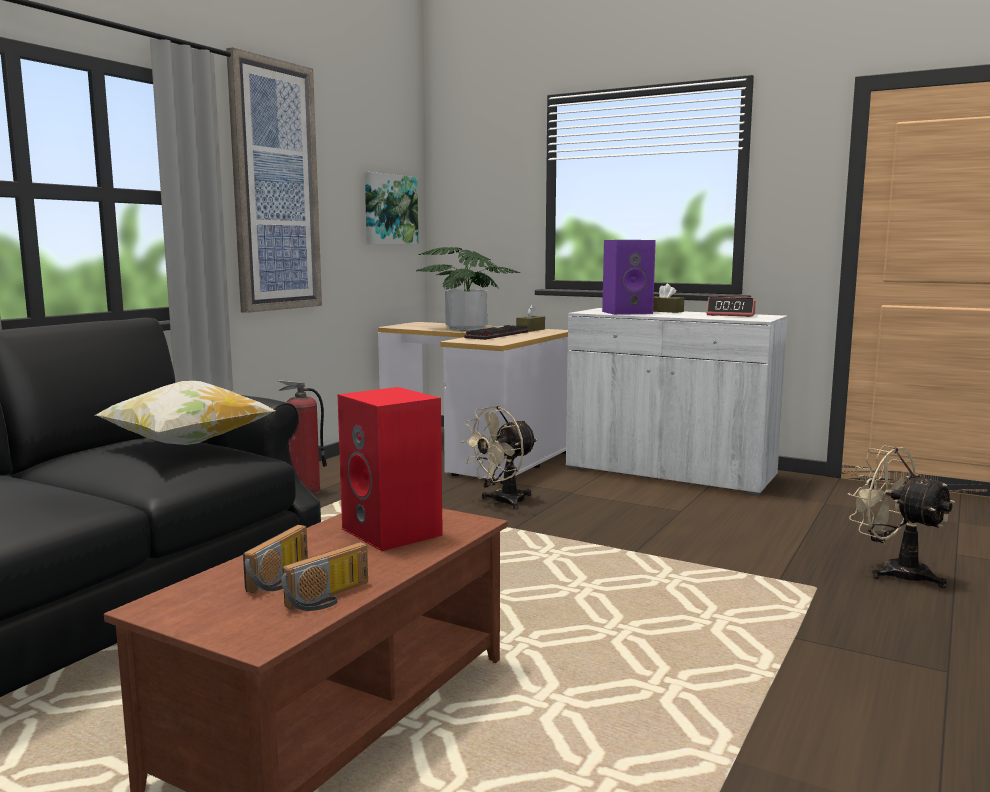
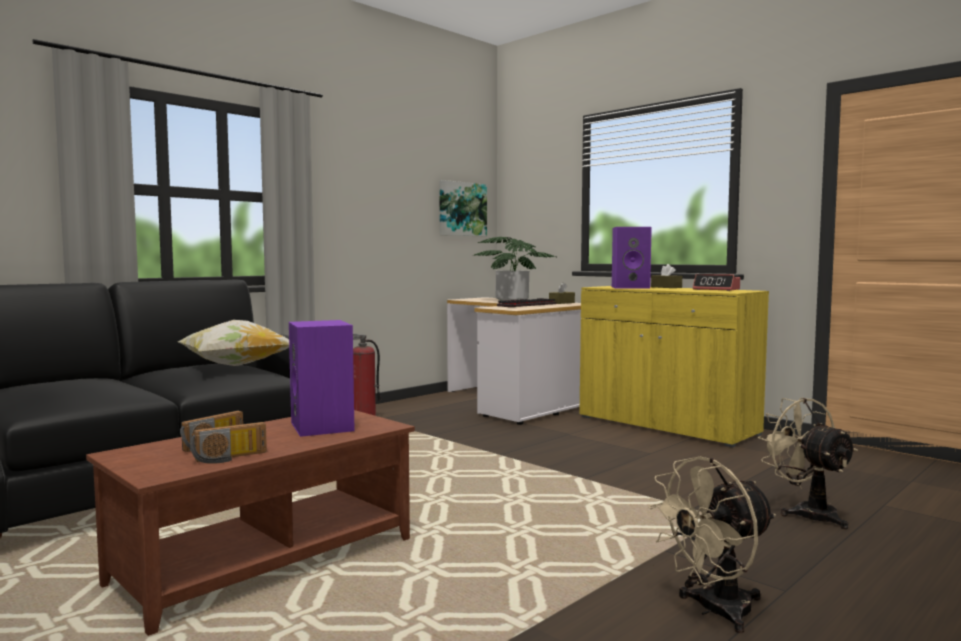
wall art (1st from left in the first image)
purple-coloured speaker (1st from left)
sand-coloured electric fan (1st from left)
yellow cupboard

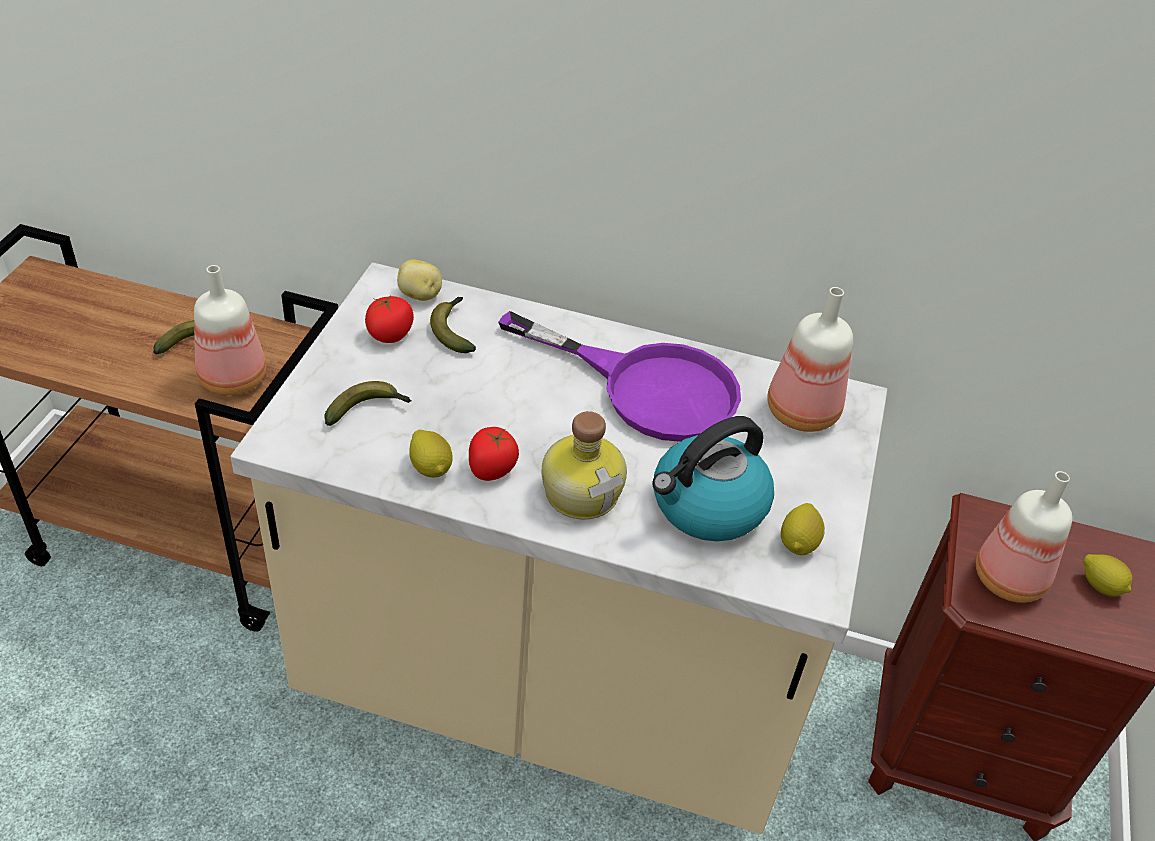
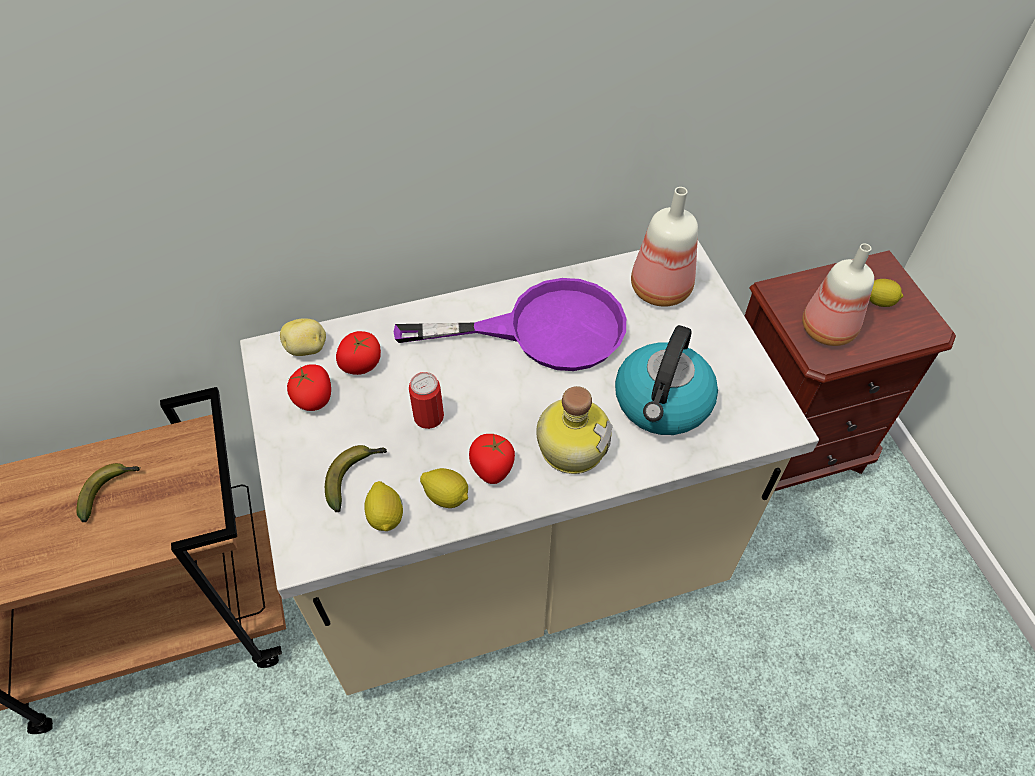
beverage bottle (1st from left in the first image)
fresh tomato (2nd from left)
citrus fruit (1st from left)
metal can

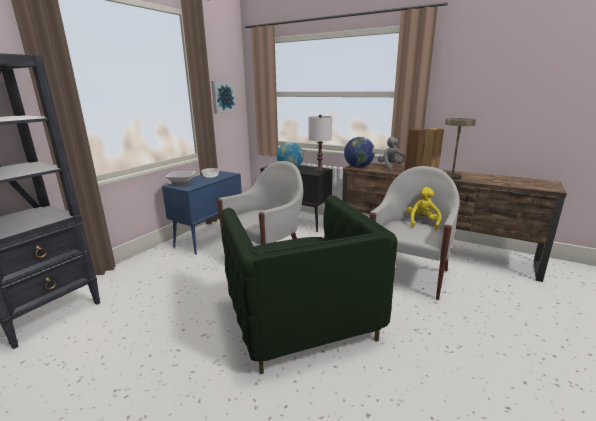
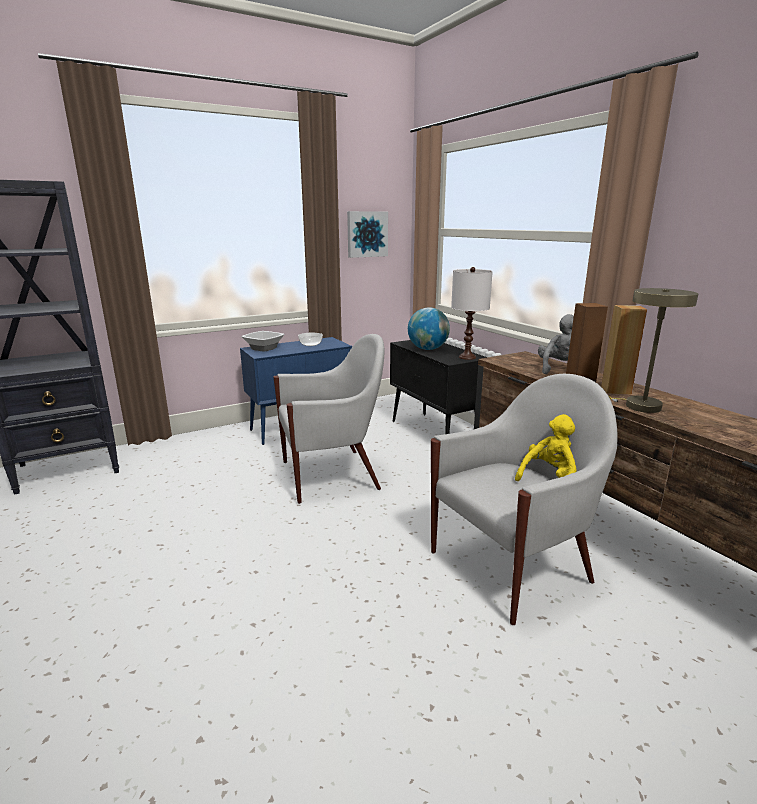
greenish armchair
desk globe (2nd from left in the first image)

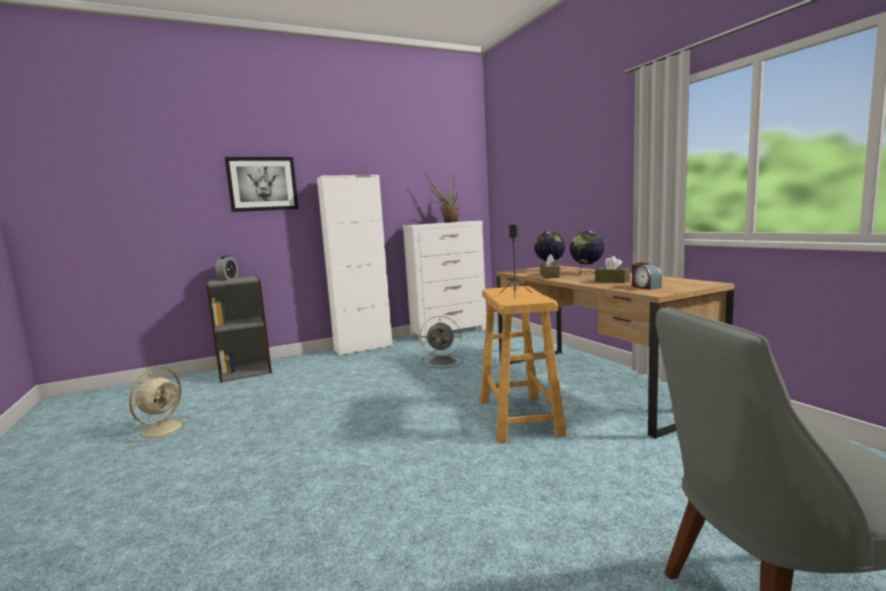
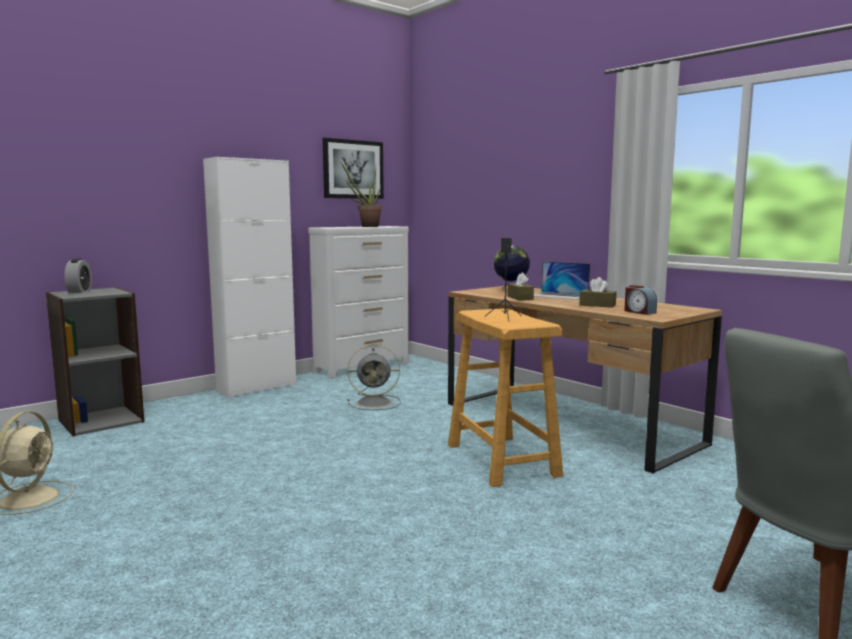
wall art
notebook computer

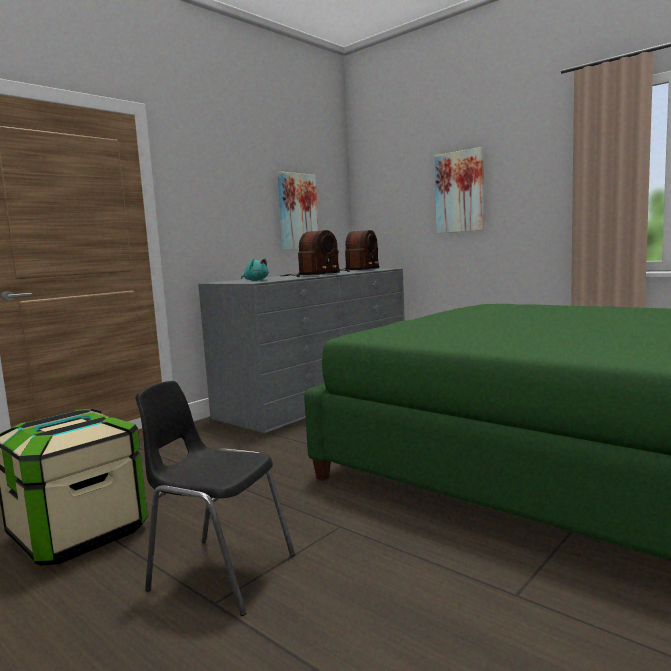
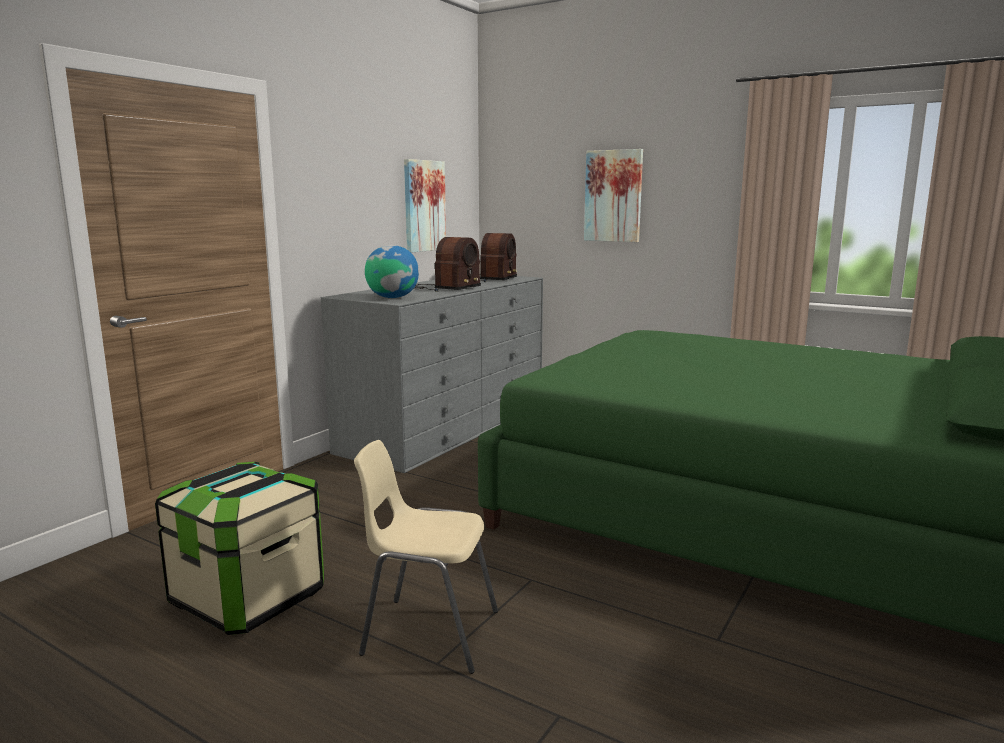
sand-coloured upright chair
desk globe

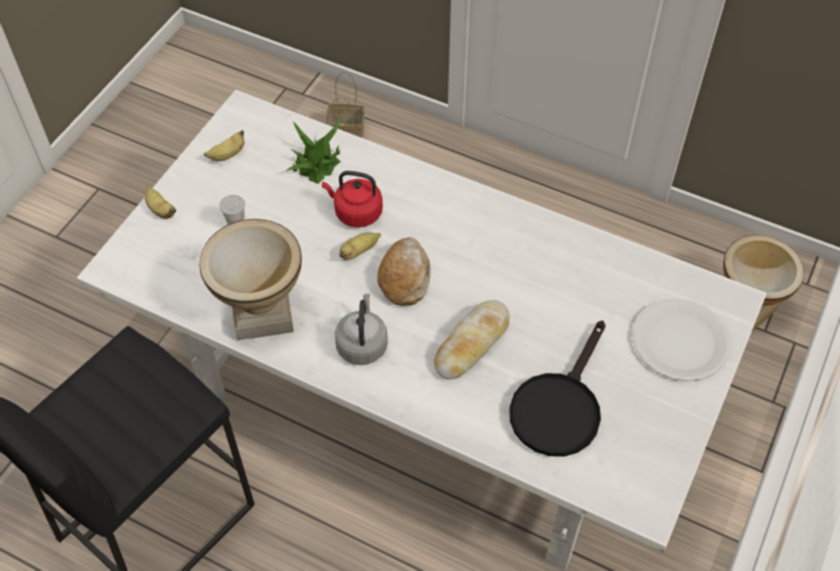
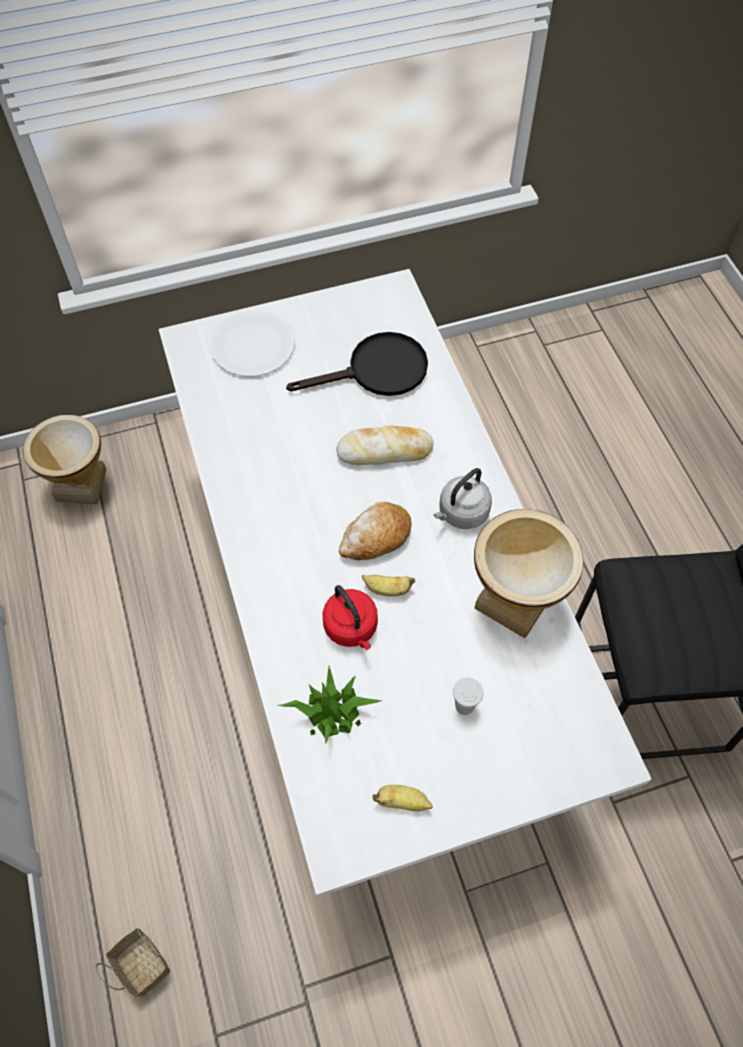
banana fruit (1st from left in the first image)

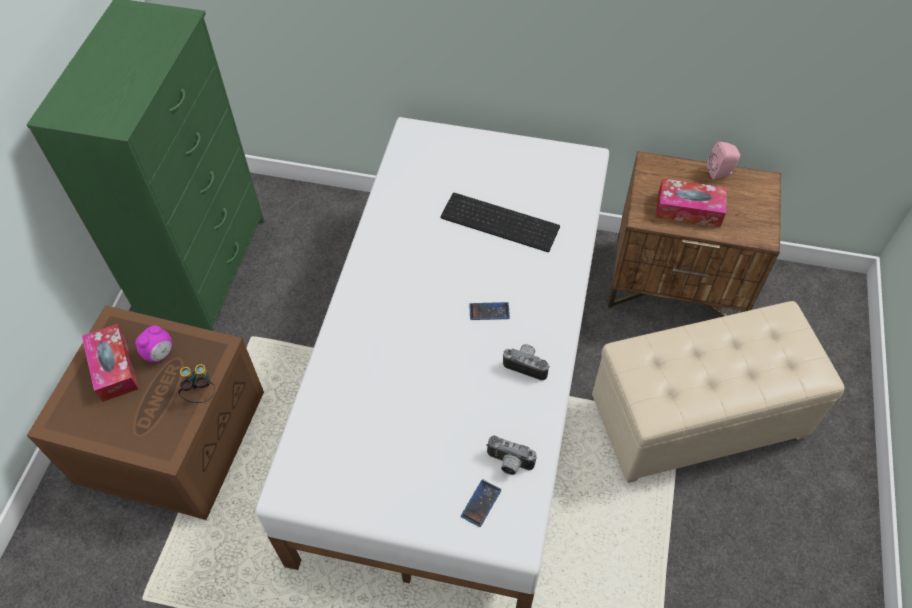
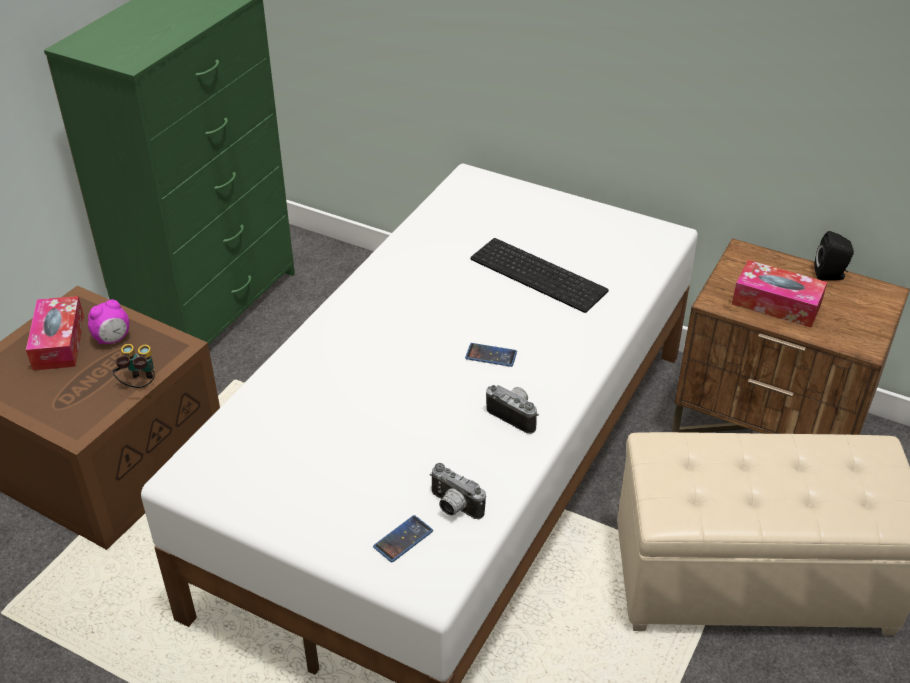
black-coloured speaker

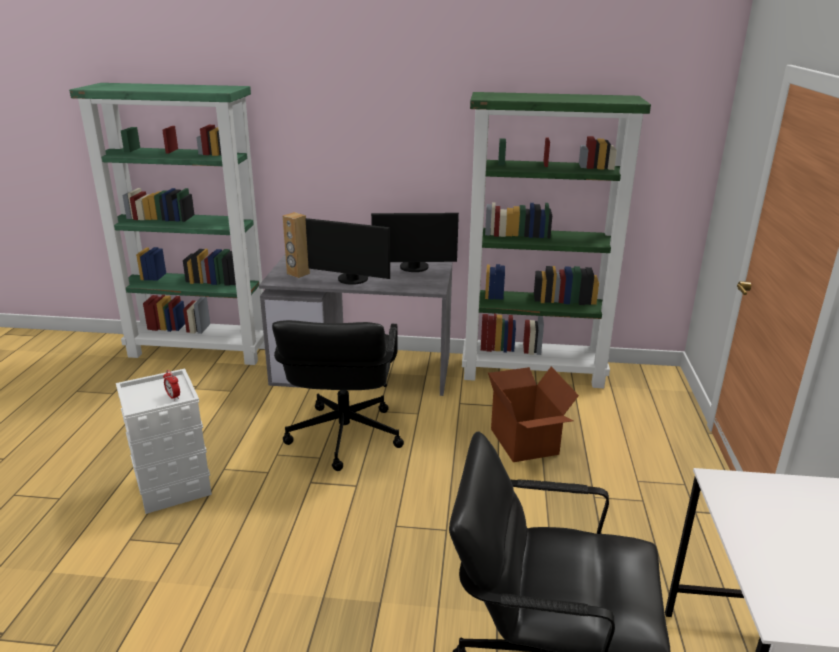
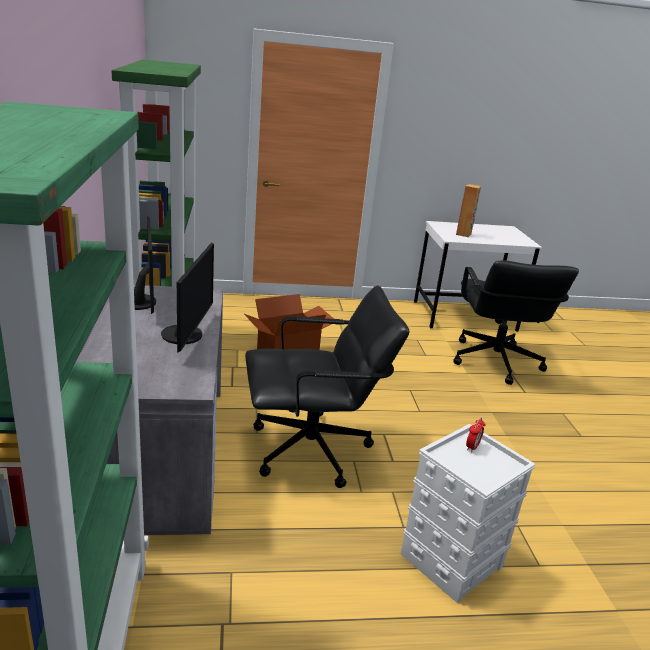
brown-coloured speaker

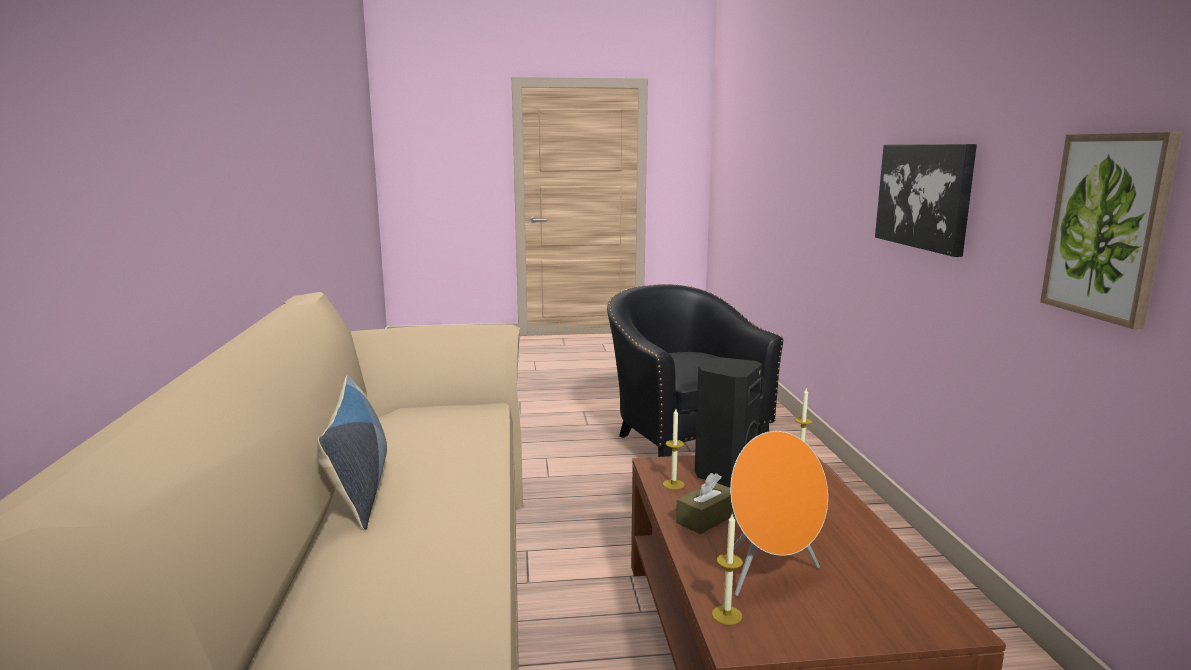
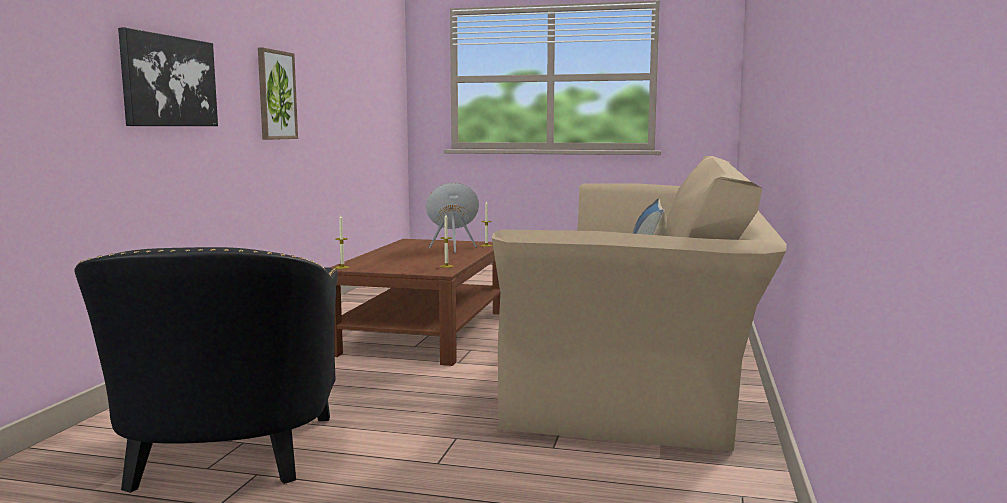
brown-coloured box of tissues
black-coloured speaker

